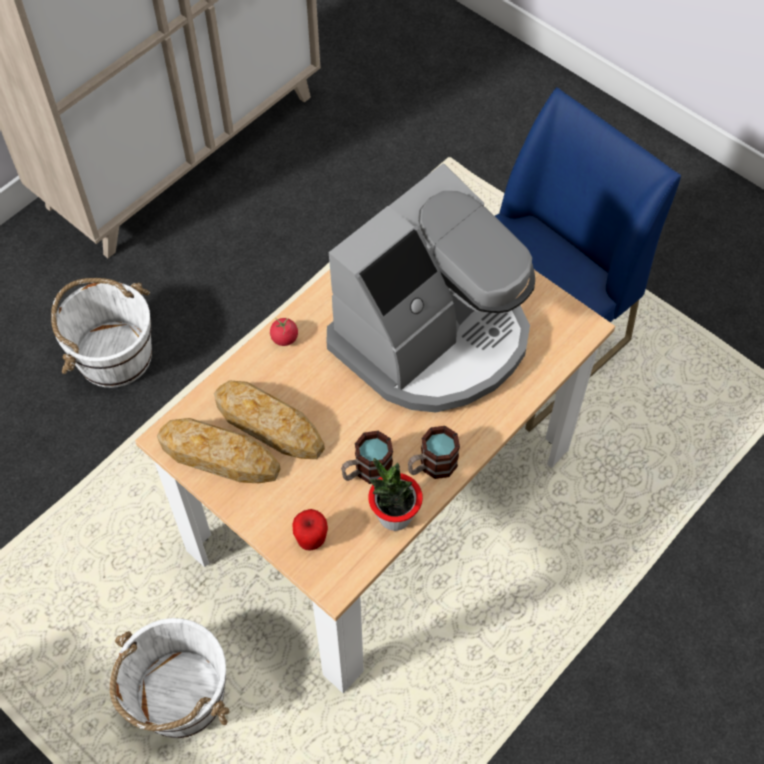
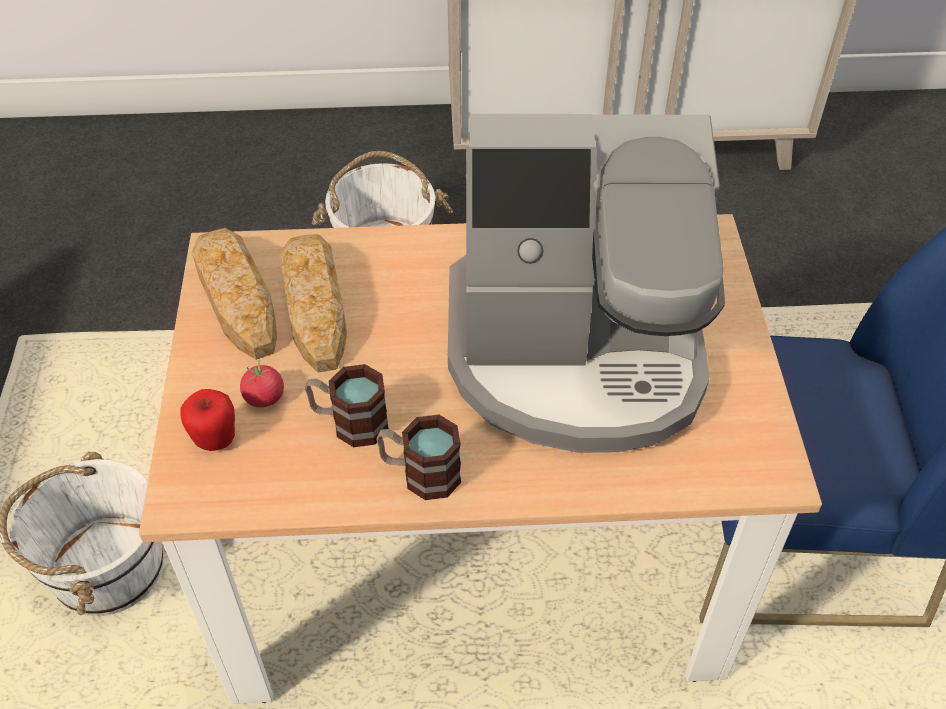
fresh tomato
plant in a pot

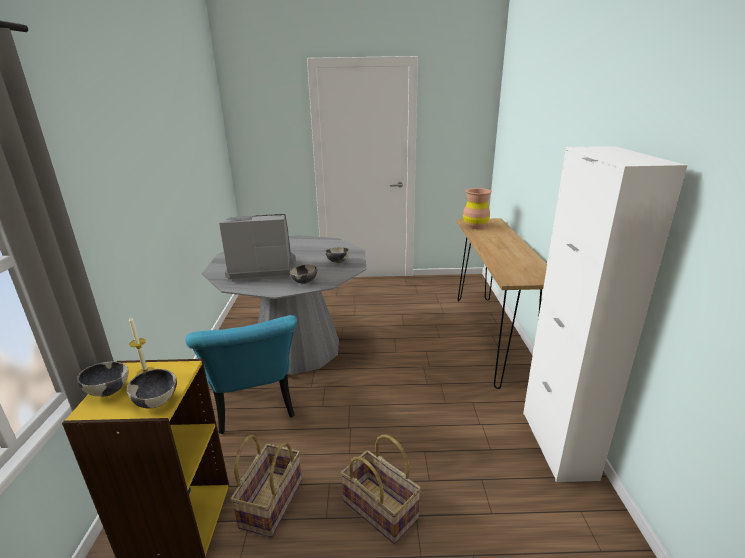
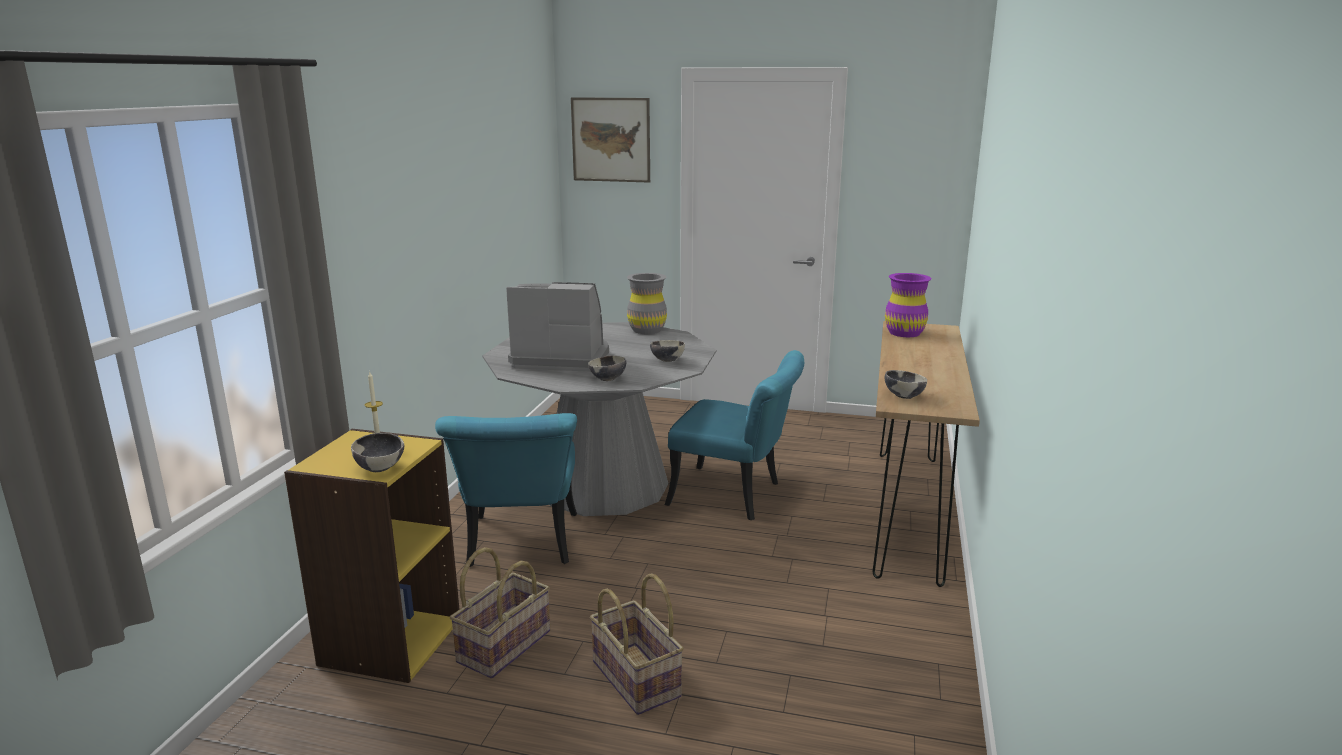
bowl (4th from left)
purple-coloured decorative vase
whitish cupboard
wall art
grey decorative vase
turquoise-coloured upright chair (2nd from left)

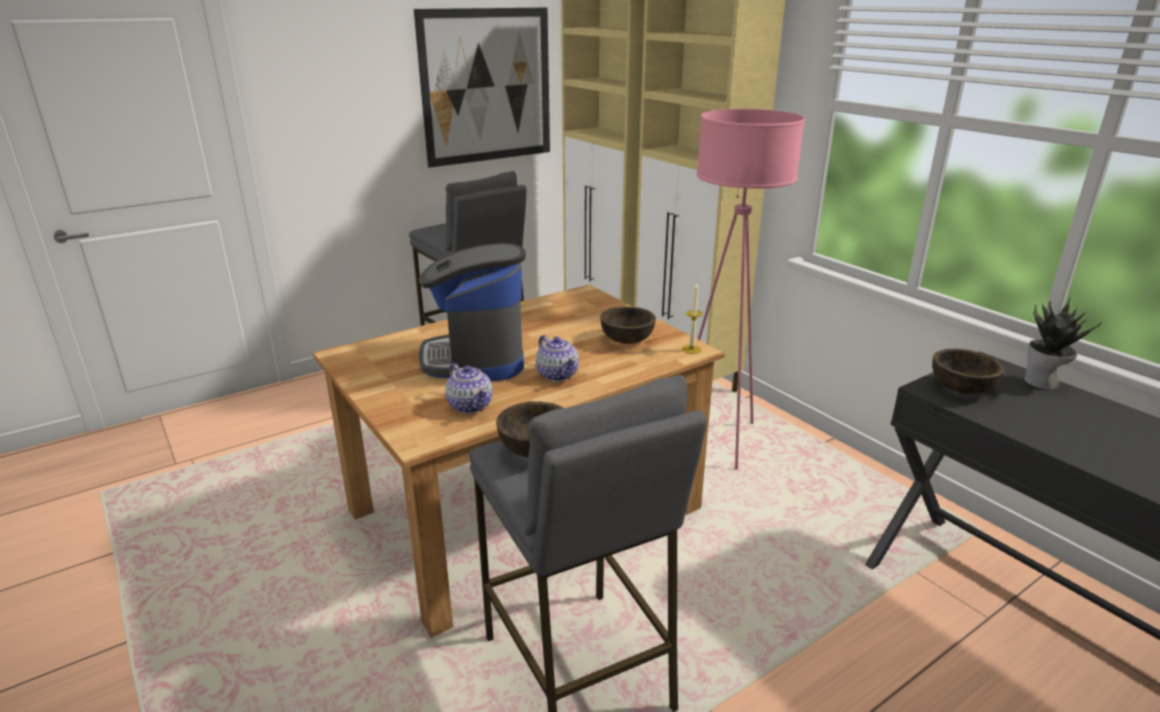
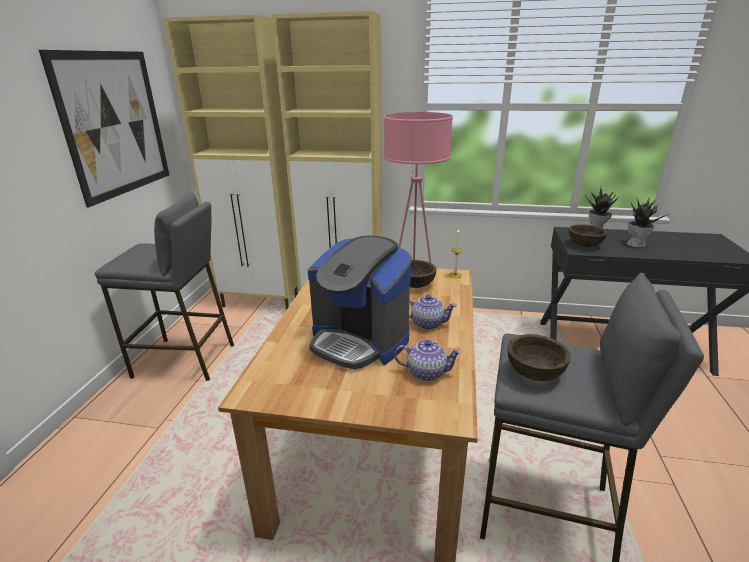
plant in a pot (2nd from left)

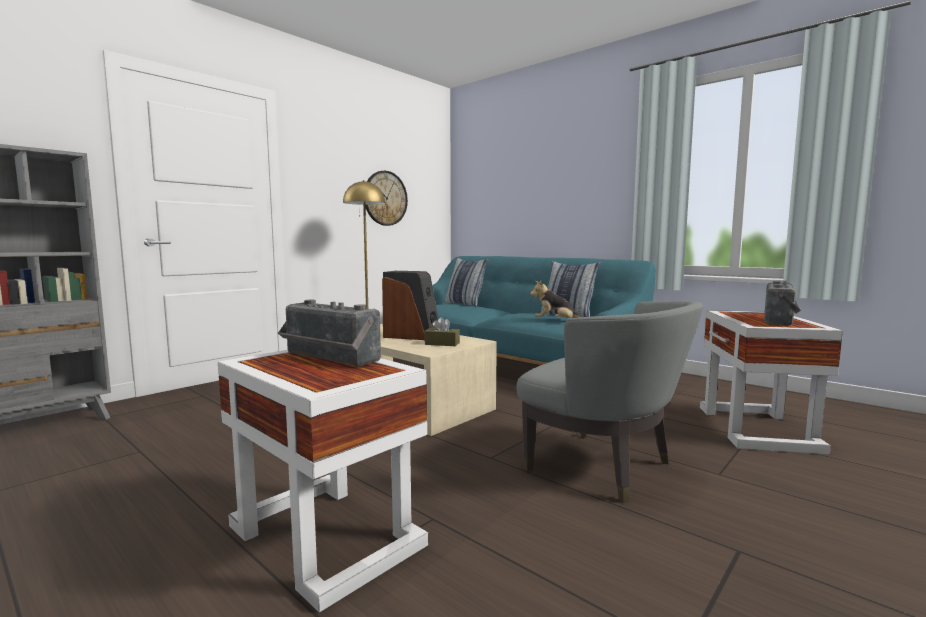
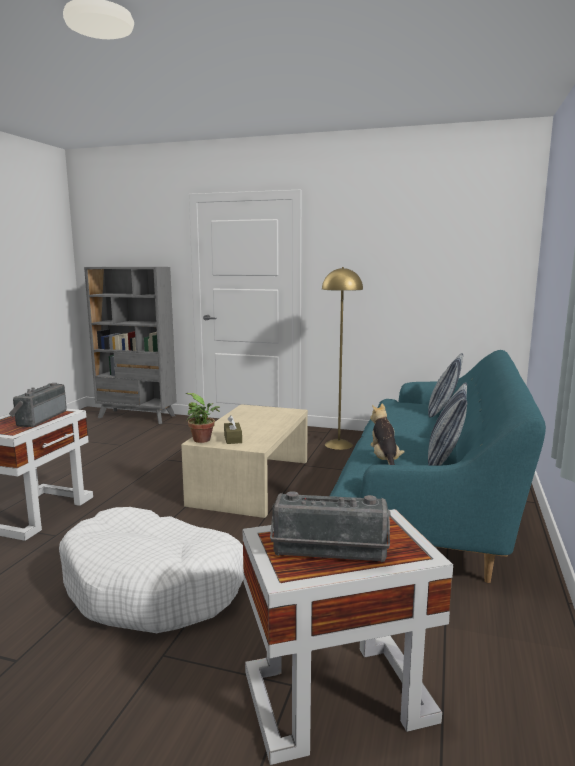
clock on the wall
speaker
whitish dog cushion
plant in a pot

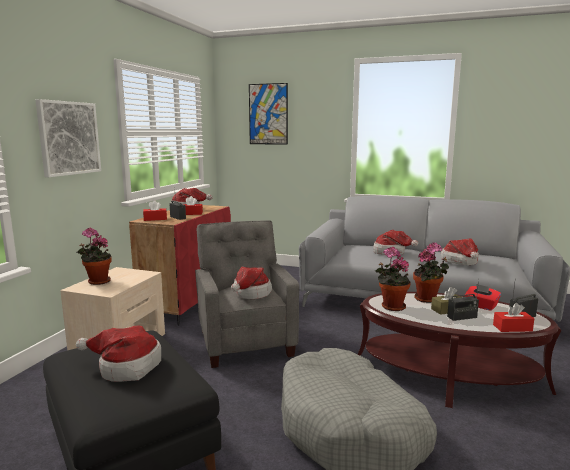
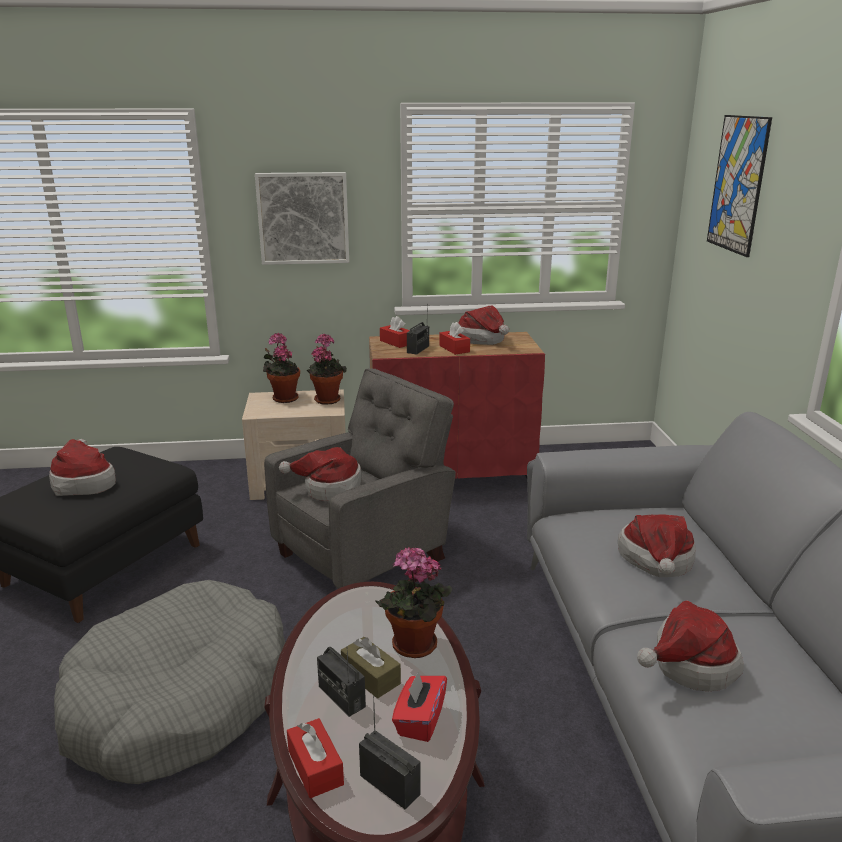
plant in a pot (2nd from left)

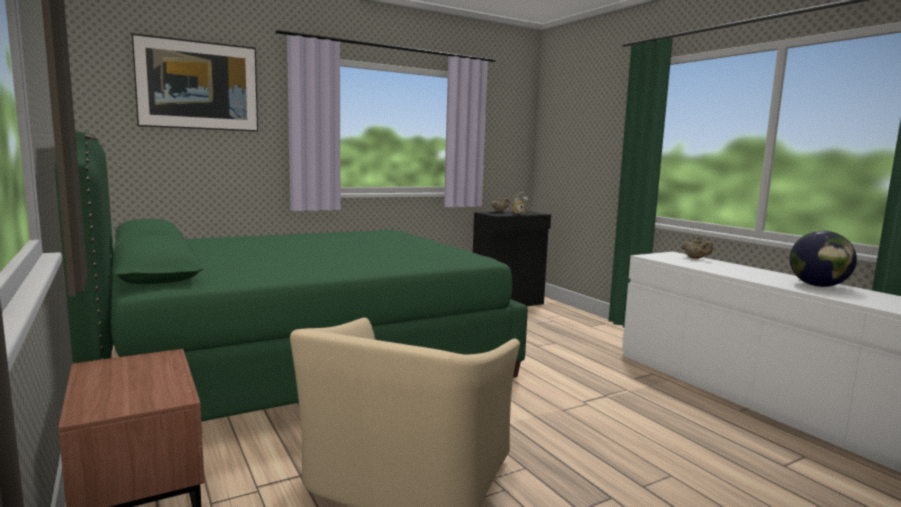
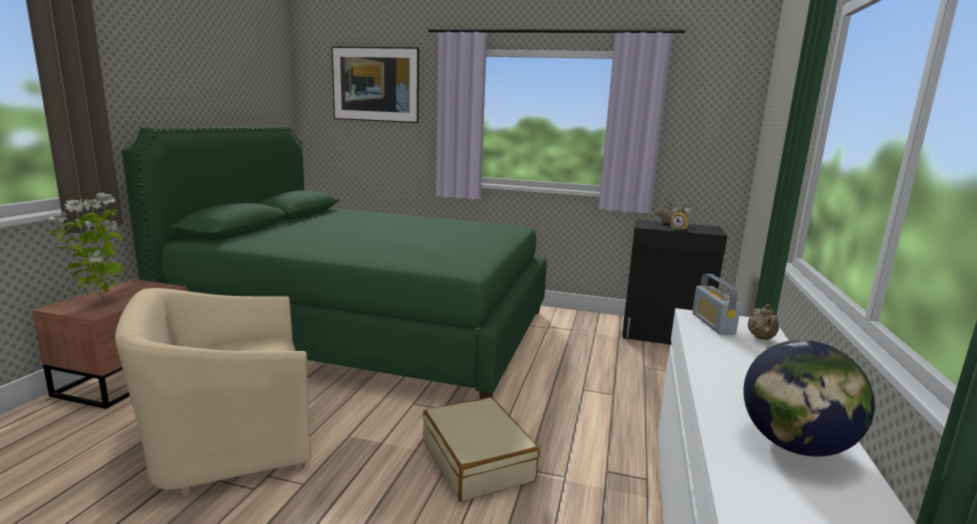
plant in a pot
sand-coloured suitcase
radio

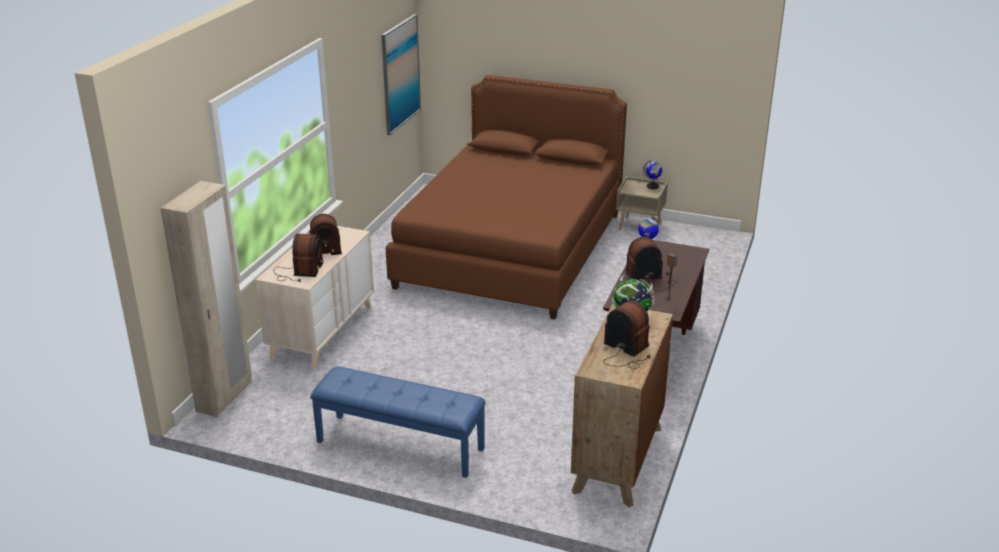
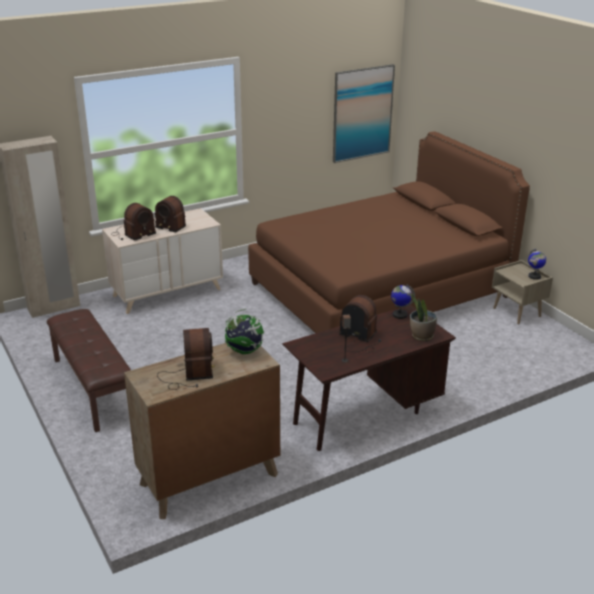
brown-coloured long seat
plant in a pot

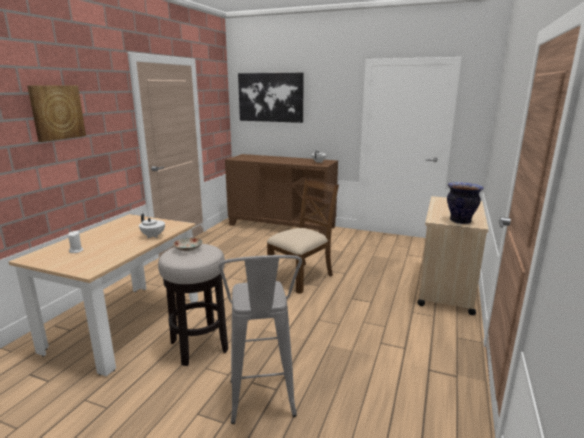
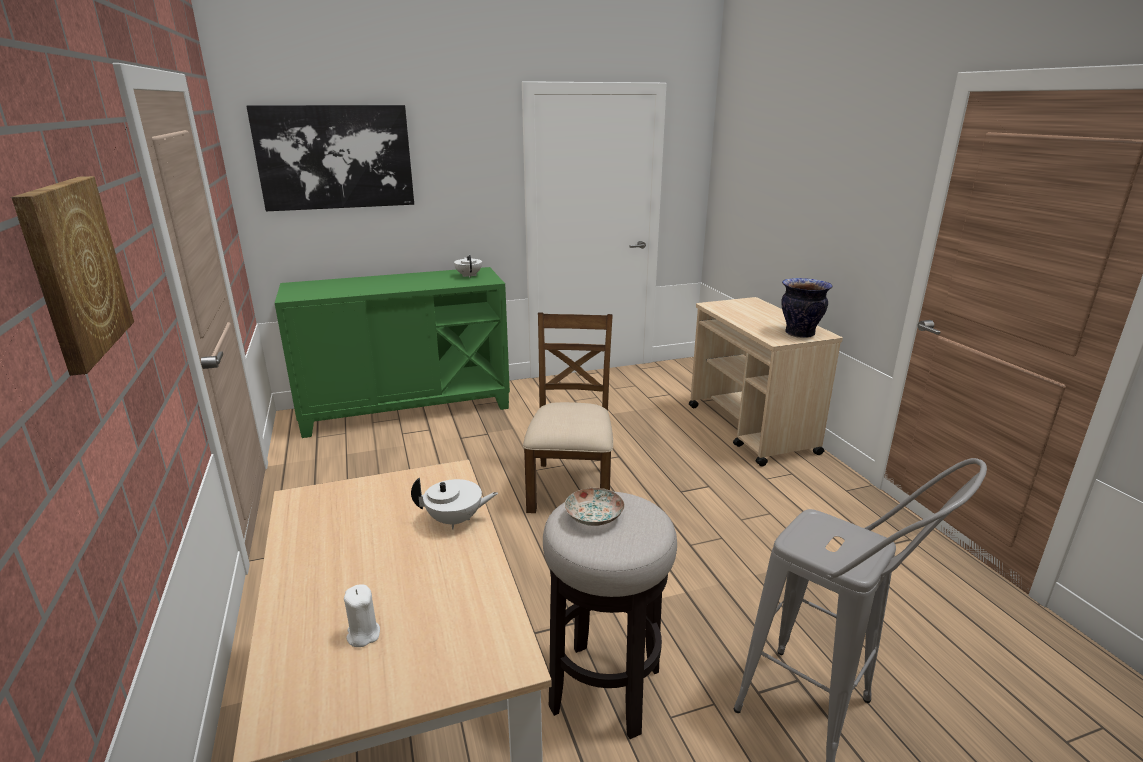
greenish cupboard

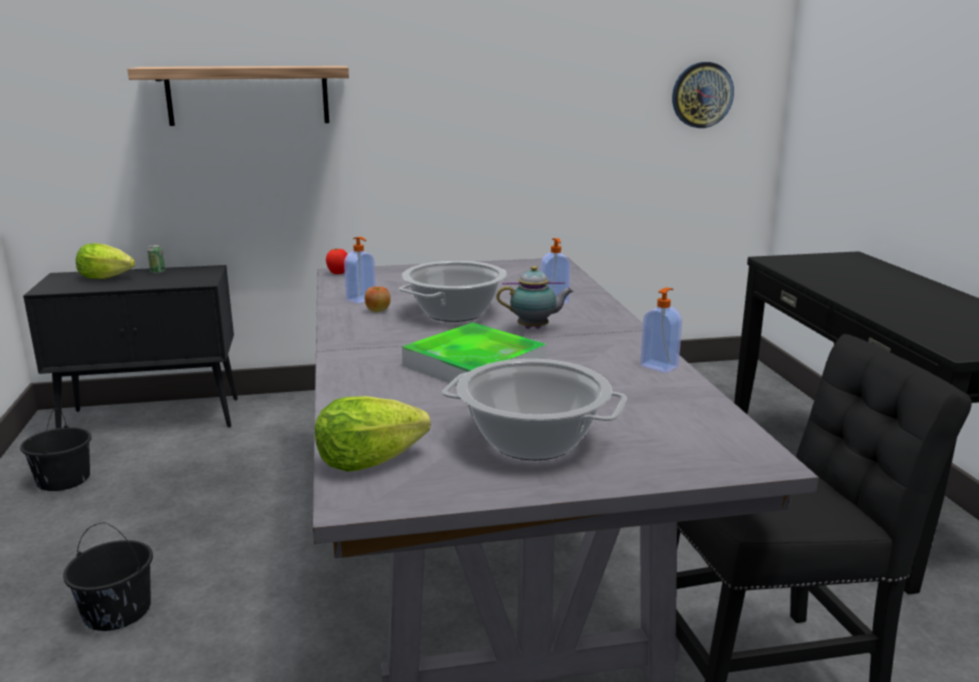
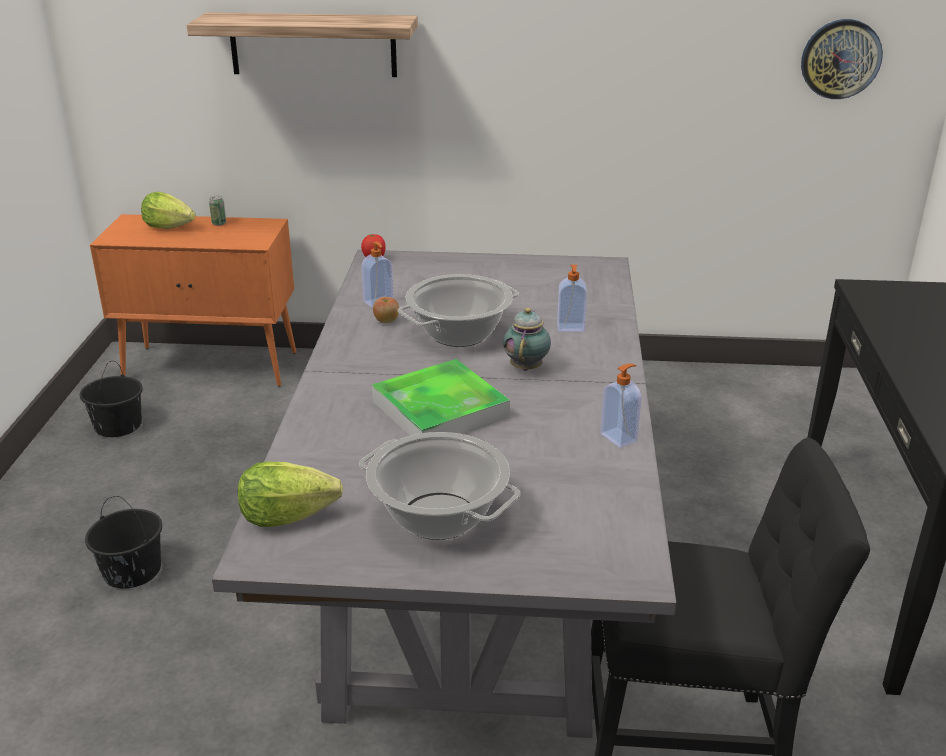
orange cupboard
teapot

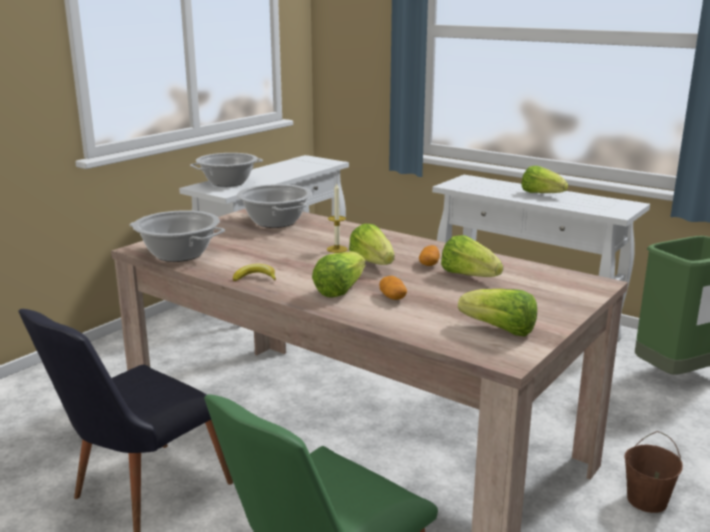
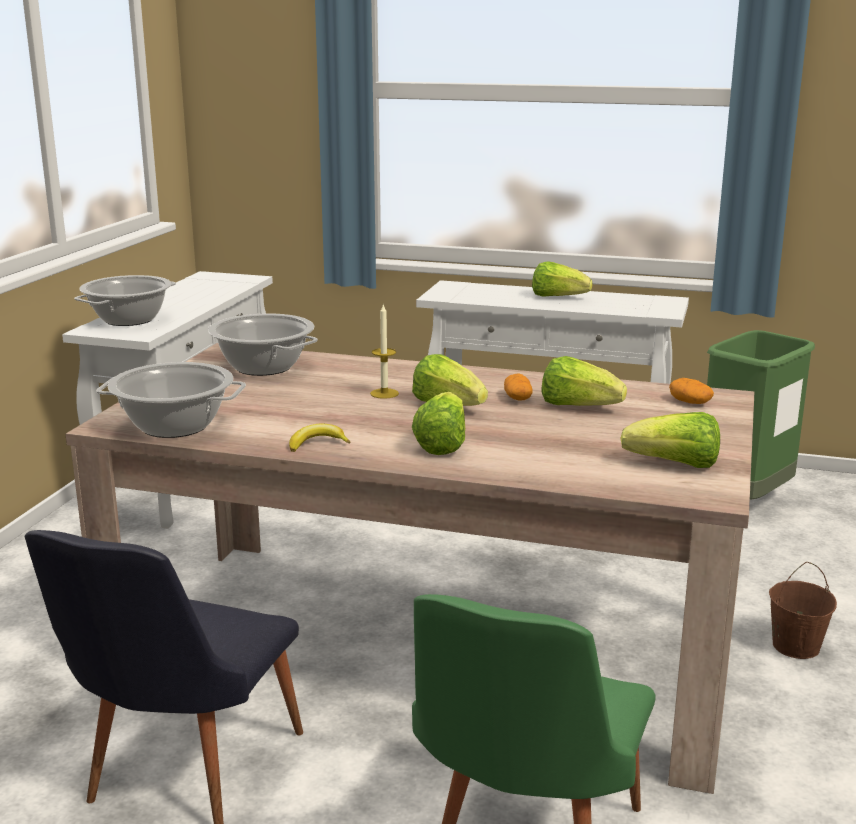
spud (2nd from left)

